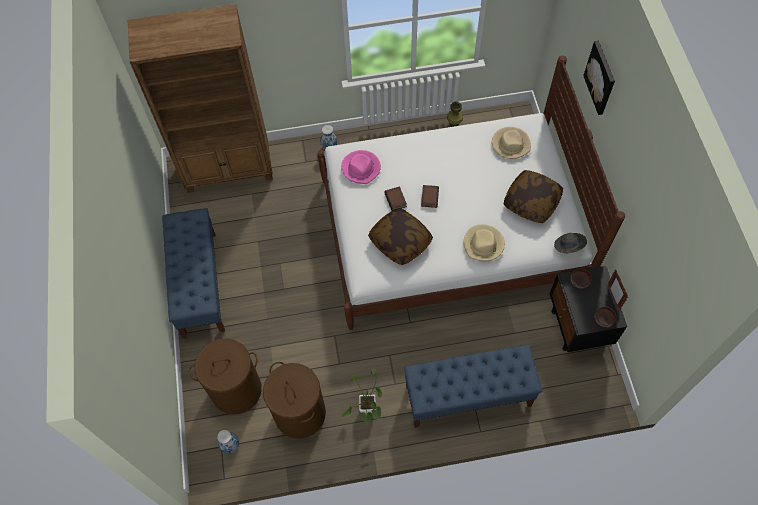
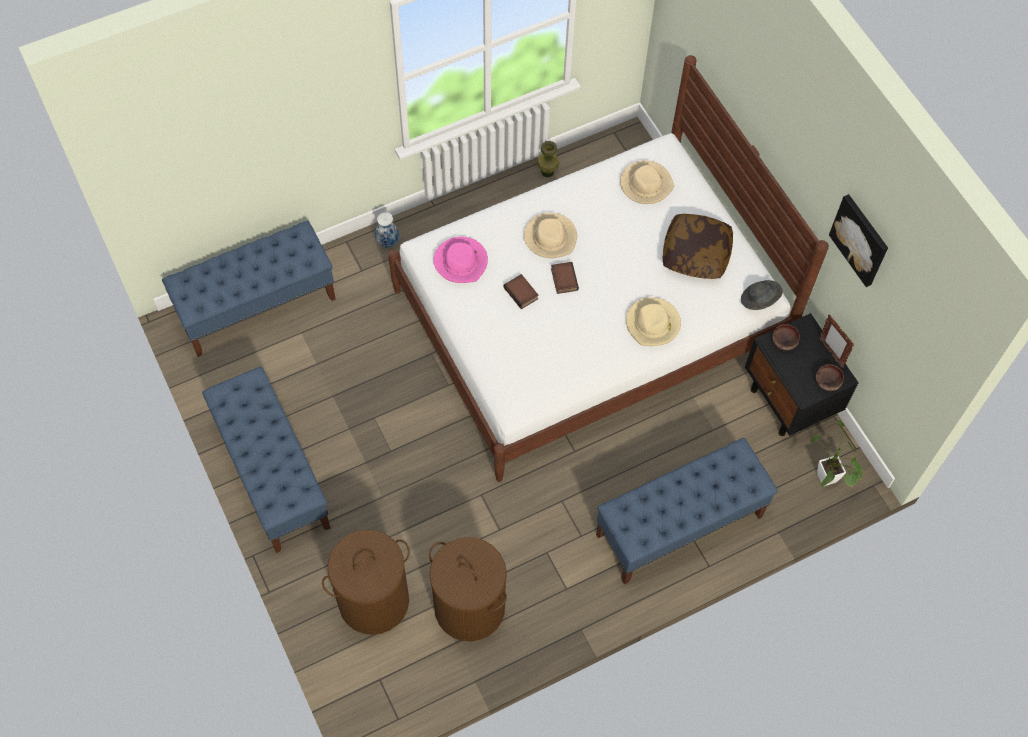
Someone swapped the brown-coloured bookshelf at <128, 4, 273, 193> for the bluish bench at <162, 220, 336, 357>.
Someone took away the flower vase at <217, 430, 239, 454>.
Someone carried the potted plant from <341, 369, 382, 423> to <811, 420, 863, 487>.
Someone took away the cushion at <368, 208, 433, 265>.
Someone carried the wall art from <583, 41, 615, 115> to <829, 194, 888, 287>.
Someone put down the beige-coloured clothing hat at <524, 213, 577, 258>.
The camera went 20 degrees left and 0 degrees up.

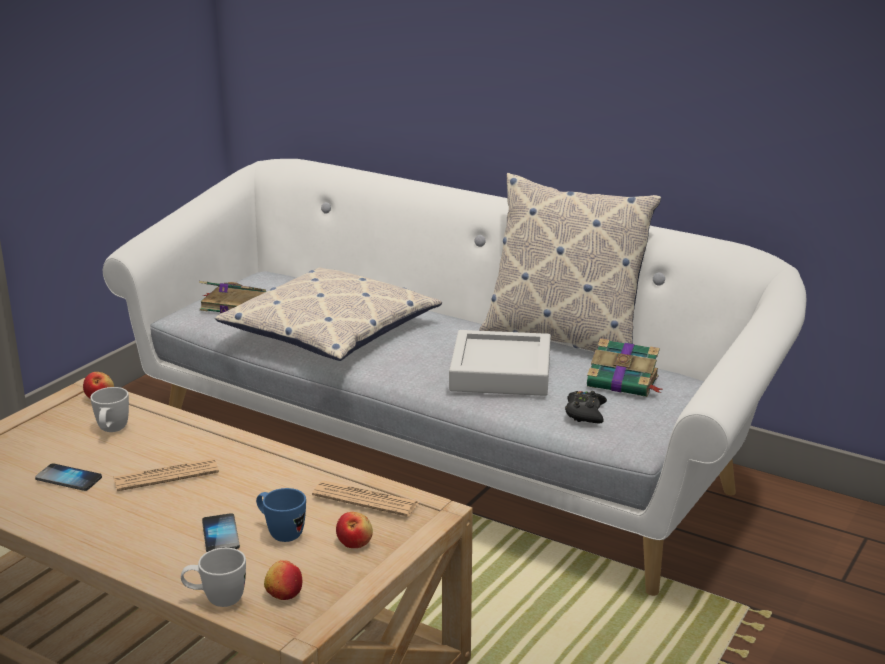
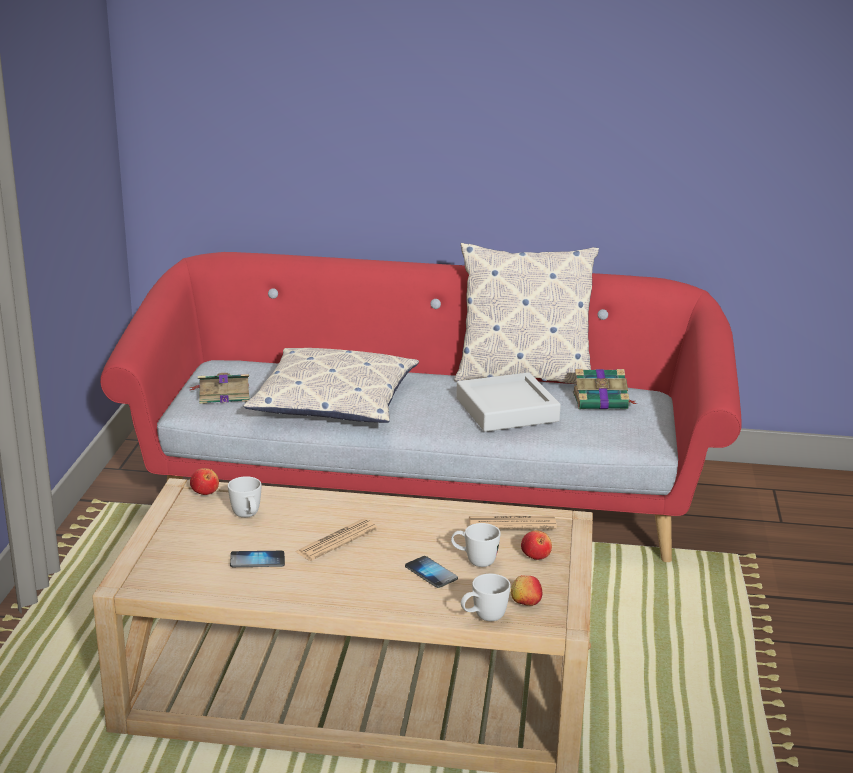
Someone repainted the whitish settee at <103, 159, 806, 596>, which became the red settee at <100, 252, 742, 562>.
Someone repainted the bluish coffee mug at <256, 488, 306, 542>, which became the whitish coffee mug at <451, 523, 501, 567>.
Someone took away the black-coloured joypad at <565, 391, 607, 424>.
The camera went 25 degrees left and 0 degrees up.

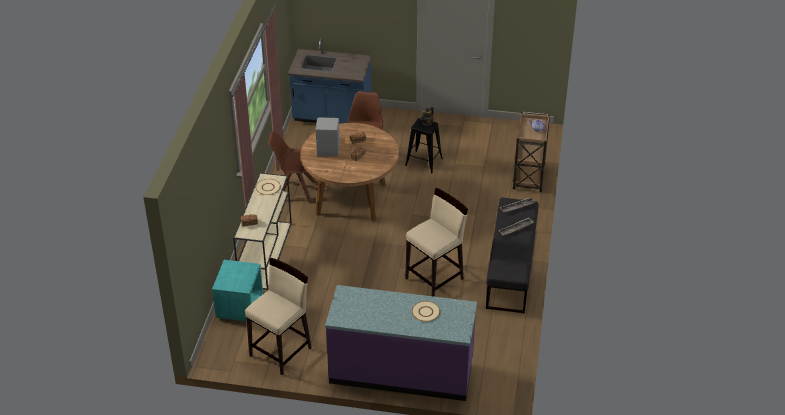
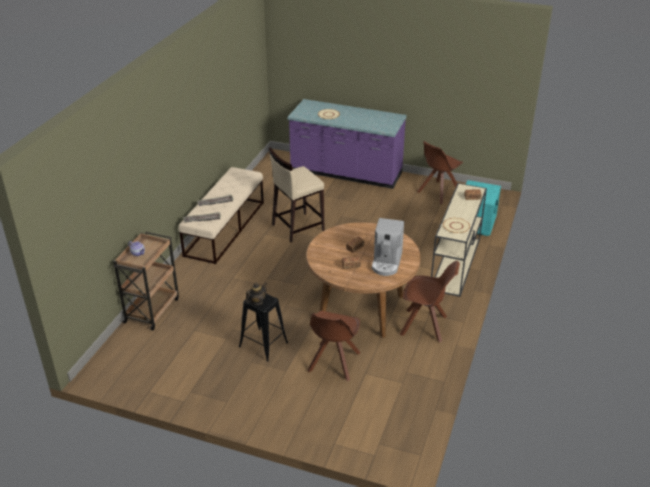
Someone swapped the beige-coloured sitting stool at <245, 258, 312, 375> for the brown-coloured plain chair at <417, 141, 463, 204>.
Someone took away the bluish kitchen base unit at <288, 38, 372, 124>.
Someone repainted the black-coloured bench at <486, 198, 539, 314>, which became the beige-coloured bench at <178, 167, 264, 264>.
The camera went 170 degrees left and 5 degrees down.

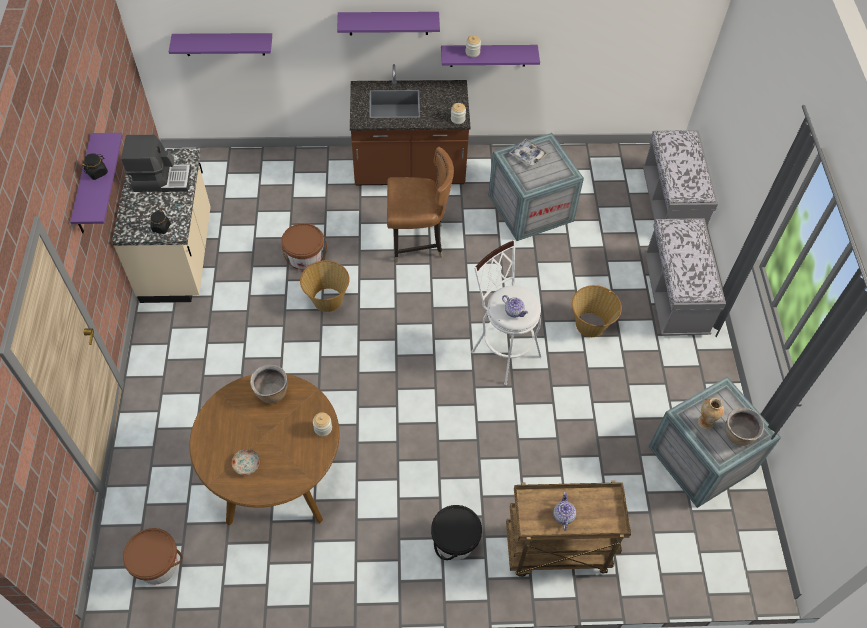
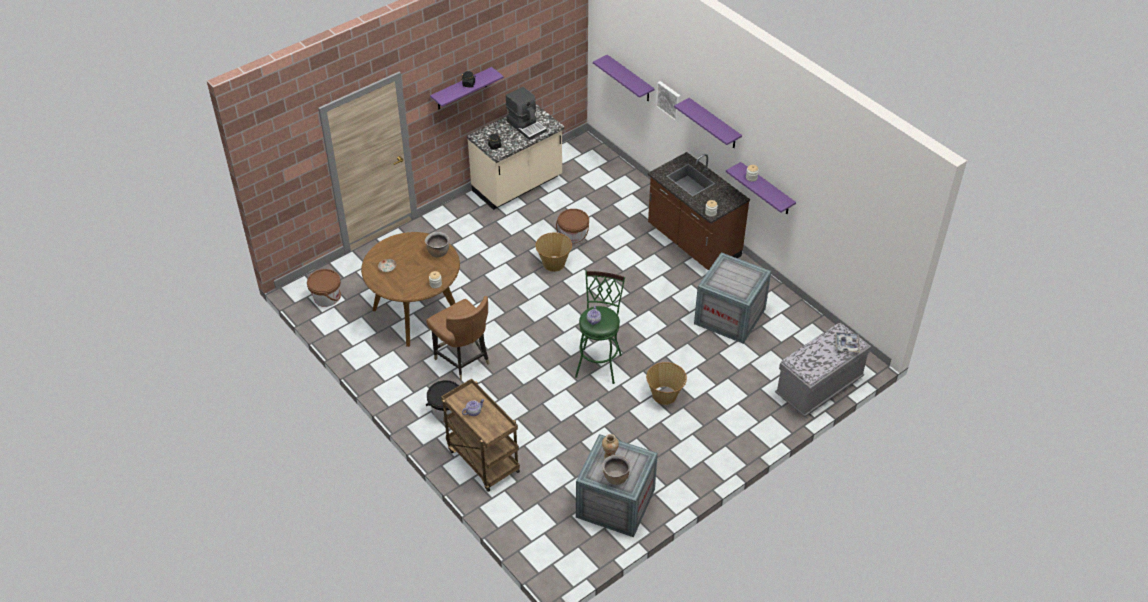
Someone carried the brown-coloured plain chair from <387, 147, 454, 262> to <426, 296, 490, 380>.
Someone repainted the whitish sitting stool at <471, 240, 542, 385>, which became the greenish sitting stool at <575, 271, 625, 384>.
Someone carried the carrying tray from <509, 139, 548, 168> to <835, 332, 860, 352>.
Someone took away the grey bench at <644, 218, 726, 335>.
Someone put up the wall art at <656, 81, 681, 121>.
The camera went 55 degrees right and 10 degrees down.

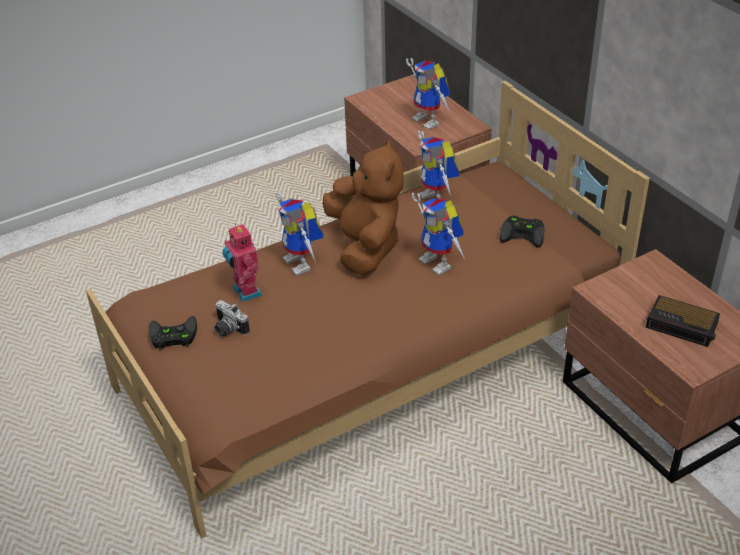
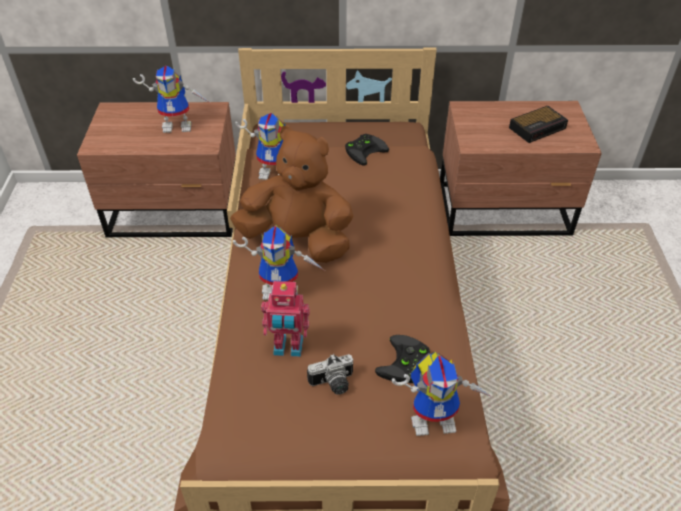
Someone carried the black-coloured joypad from <148, 316, 197, 350> to <375, 335, 430, 383>.
Someone carried the model robot from <412, 193, 465, 275> to <392, 352, 492, 436>.
The camera went 60 degrees left and 5 degrees up.

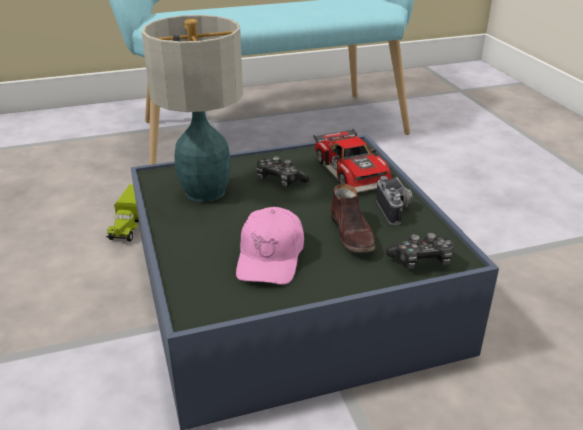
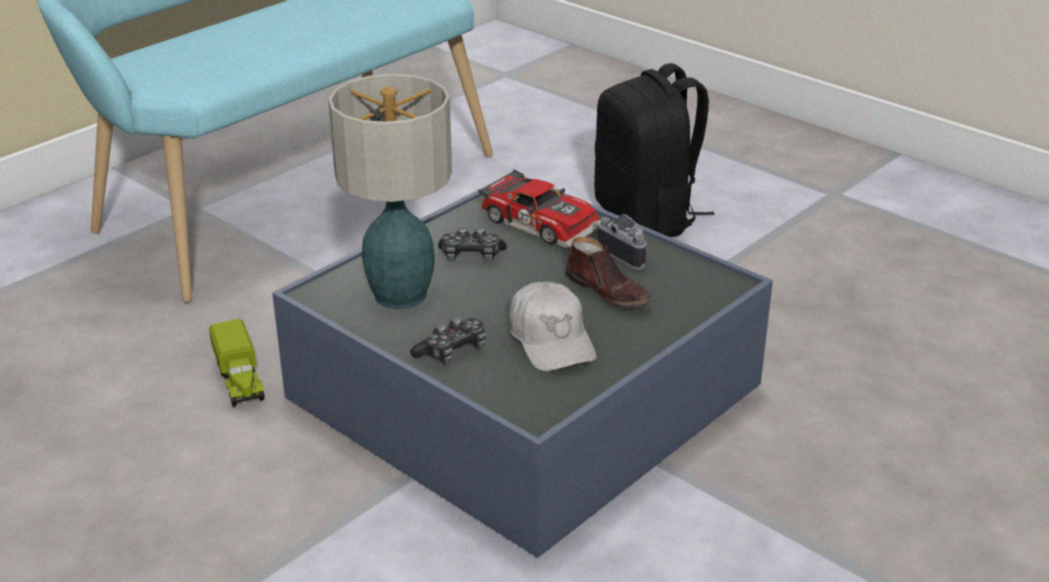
Someone repainted the pink baseball cap at <236, 207, 304, 285>, which became the whitish baseball cap at <509, 282, 596, 371>.
Someone carried the joypad from <386, 233, 454, 269> to <410, 317, 486, 364>.
Someone put down the black-coloured rucksack at <594, 63, 715, 237>.
The camera went 30 degrees left and 0 degrees up.

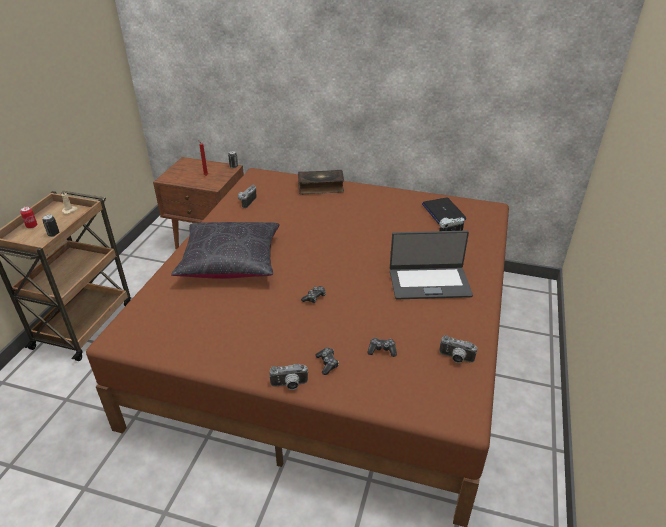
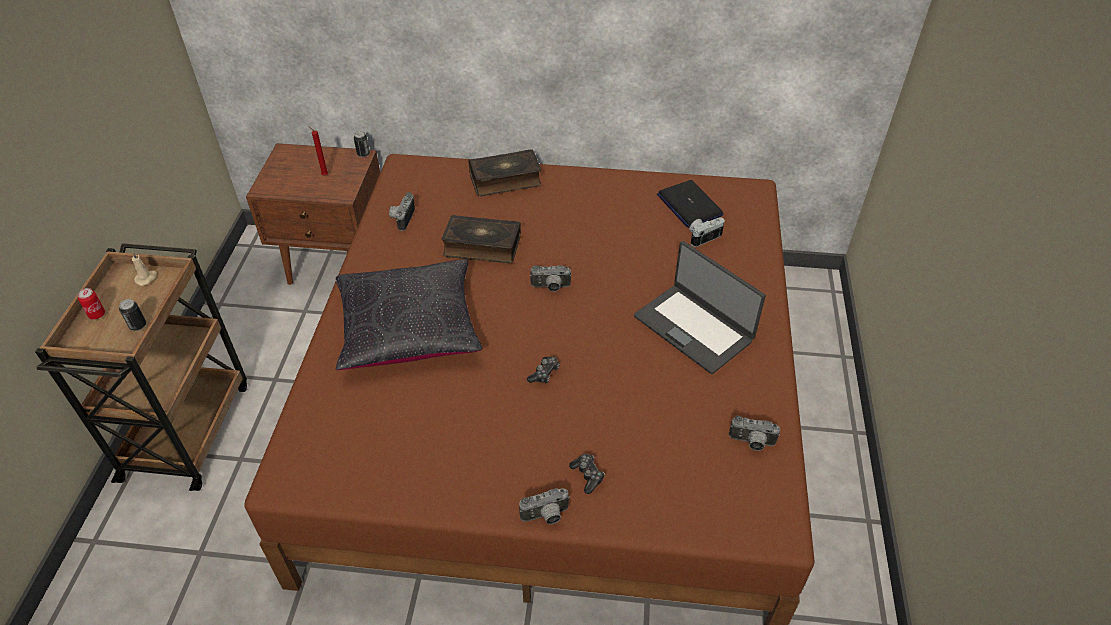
Someone took away the joypad at <367, 338, 397, 357>.
Someone rotated the notebook computer at <390, 231, 473, 299> by 60 degrees clockwise.
Someone put down the book at <441, 215, 521, 263>.
Someone put down the still camera at <530, 265, 572, 292>.
The camera went 10 degrees left and 10 degrees up.

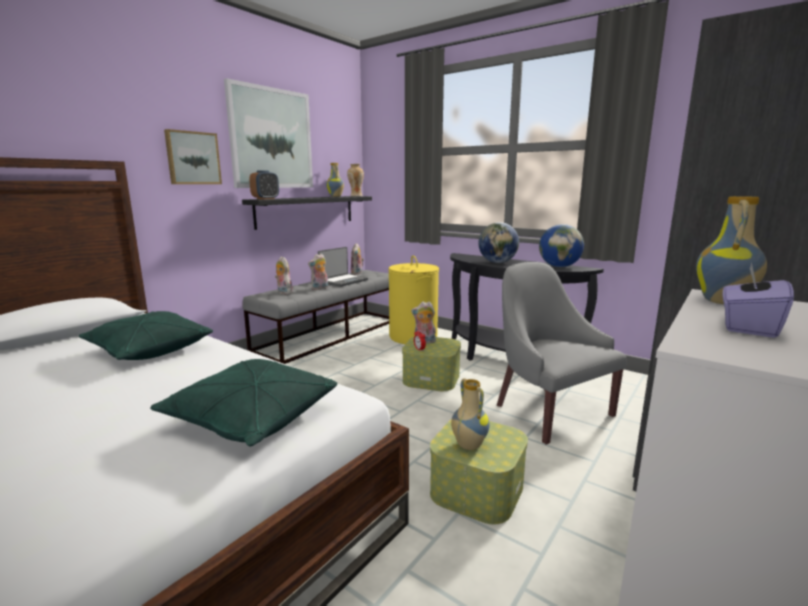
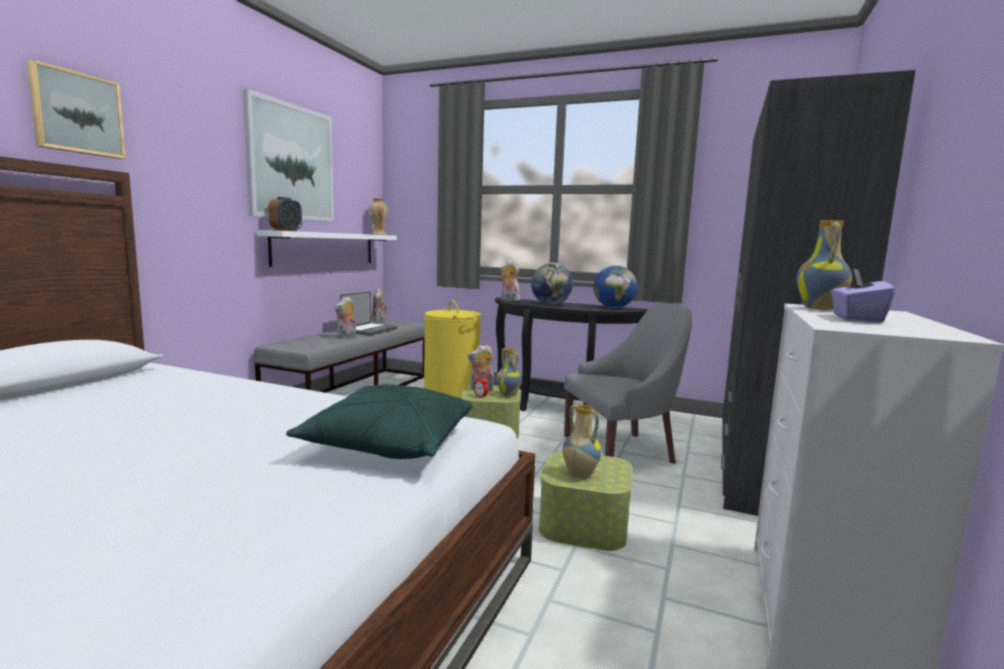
Someone took away the greenish cushion at <79, 311, 213, 360>.
Someone carried the wall art from <164, 129, 222, 184> to <27, 59, 126, 159>.
Someone repainted the black-coloured bracket shelf at <242, 196, 372, 230>, which became the whitish bracket shelf at <257, 230, 397, 267>.
Someone carried the plush toy from <275, 257, 293, 294> to <500, 260, 520, 301>.
Someone carried the flower vase from <326, 163, 344, 197> to <496, 348, 522, 396>.
Someone rotated the grey lounge chair at <497, 262, 627, 445> by 120 degrees clockwise.
The camera went 15 degrees left and 5 degrees down.

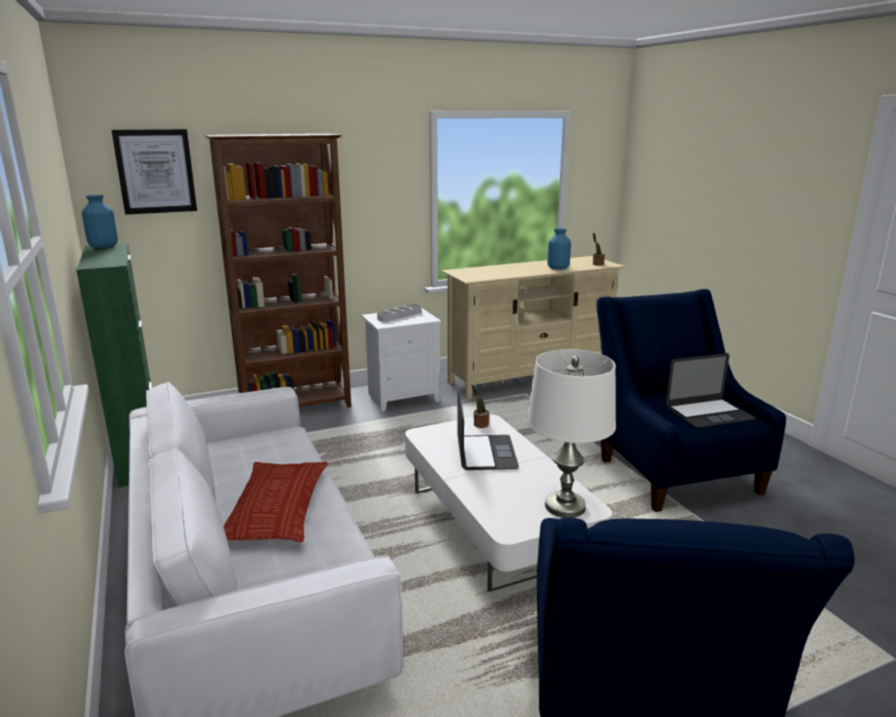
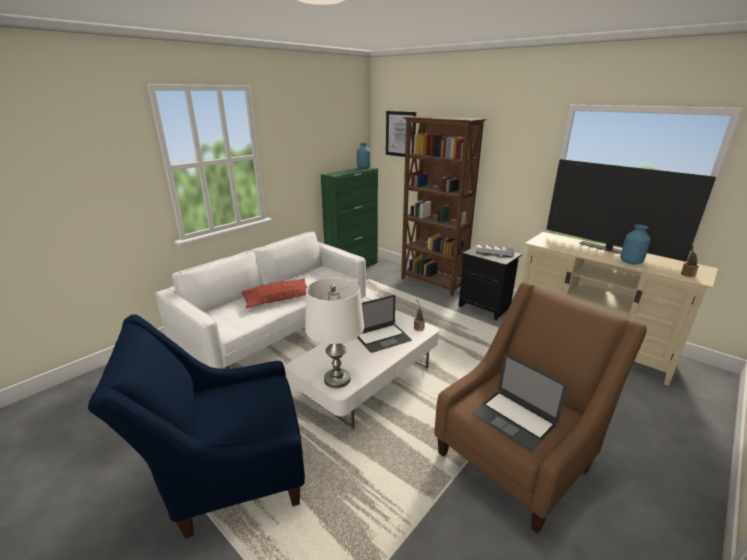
Someone repainted the whitish night table at <362, 308, 441, 412>, which became the black-coloured night table at <458, 244, 522, 320>.
Someone repainted the bluish lounge chair at <596, 289, 786, 512>, which became the brown-coloured lounge chair at <434, 282, 647, 533>.
Someone put down the TV set at <547, 159, 716, 262>.
The camera went 65 degrees right and 5 degrees up.

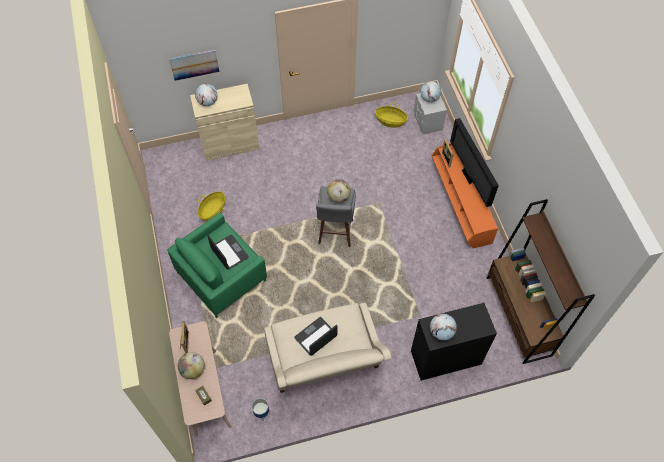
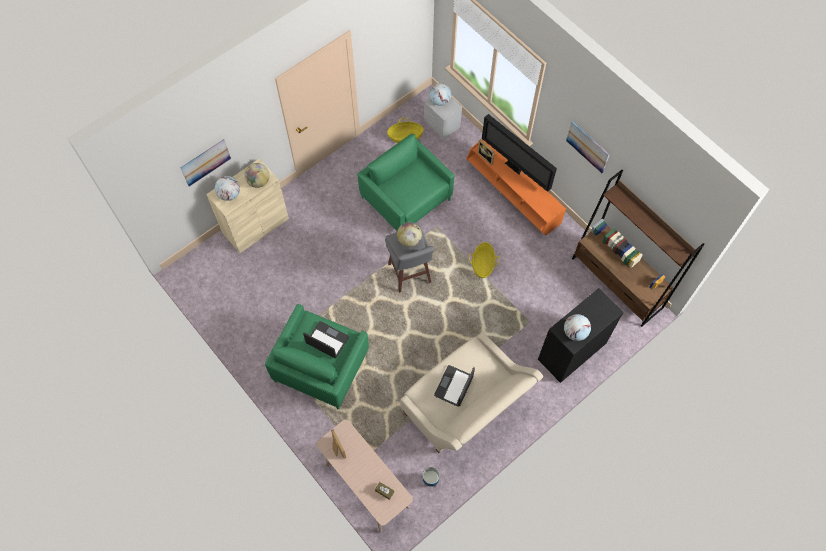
Someone carried the desk globe from <178, 352, 205, 379> to <244, 163, 270, 188>.
Someone carried the household basket from <198, 191, 225, 221> to <469, 242, 499, 278>.
Someone put down the greenish lounge chair at <357, 134, 454, 231>.
Someone put up the wall art at <566, 121, 610, 173>.
The camera went 25 degrees left and 5 degrees up.

